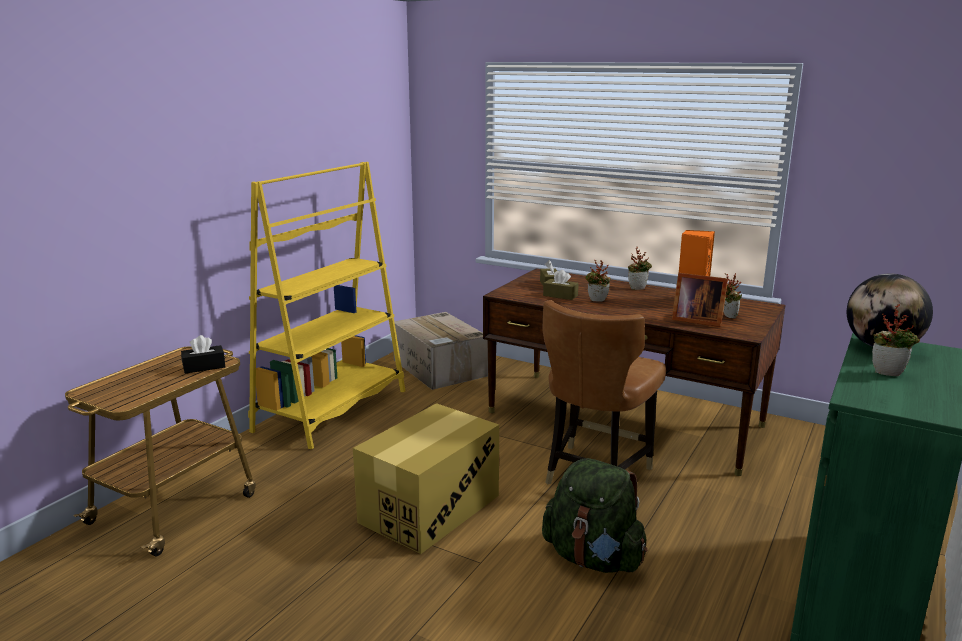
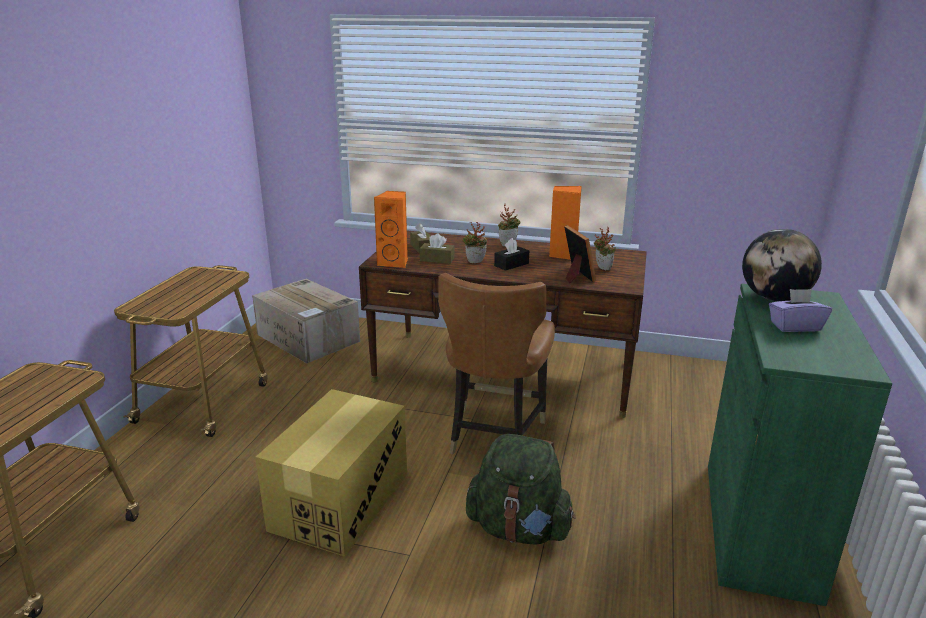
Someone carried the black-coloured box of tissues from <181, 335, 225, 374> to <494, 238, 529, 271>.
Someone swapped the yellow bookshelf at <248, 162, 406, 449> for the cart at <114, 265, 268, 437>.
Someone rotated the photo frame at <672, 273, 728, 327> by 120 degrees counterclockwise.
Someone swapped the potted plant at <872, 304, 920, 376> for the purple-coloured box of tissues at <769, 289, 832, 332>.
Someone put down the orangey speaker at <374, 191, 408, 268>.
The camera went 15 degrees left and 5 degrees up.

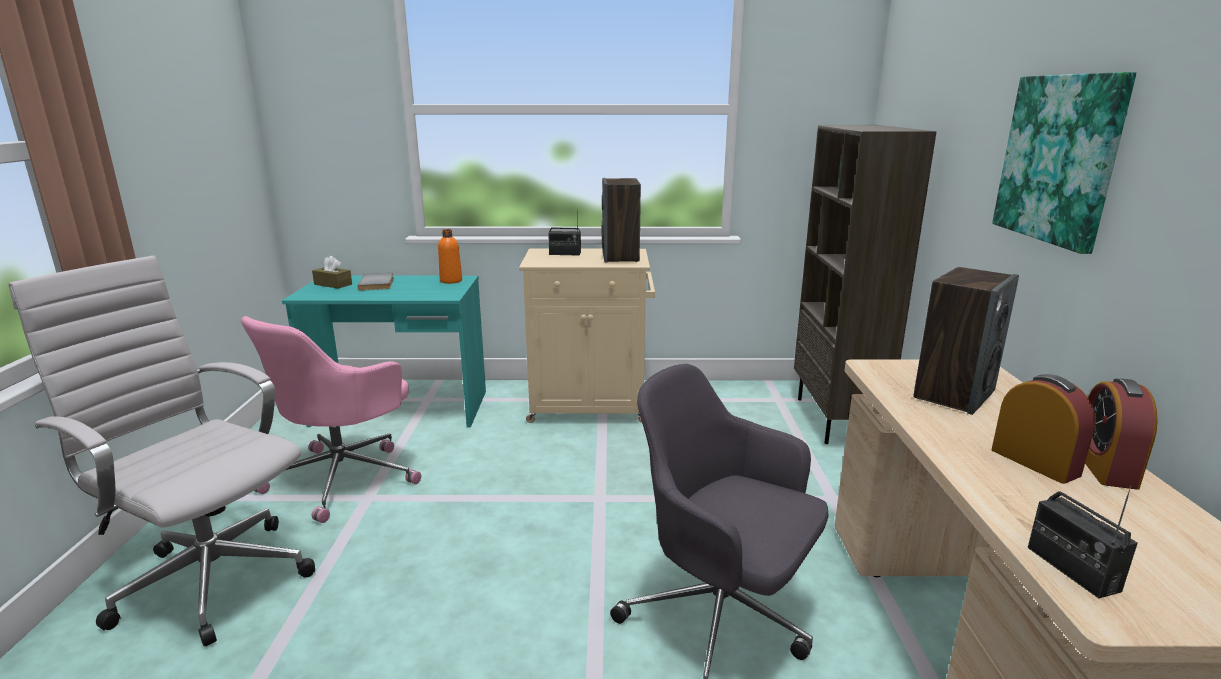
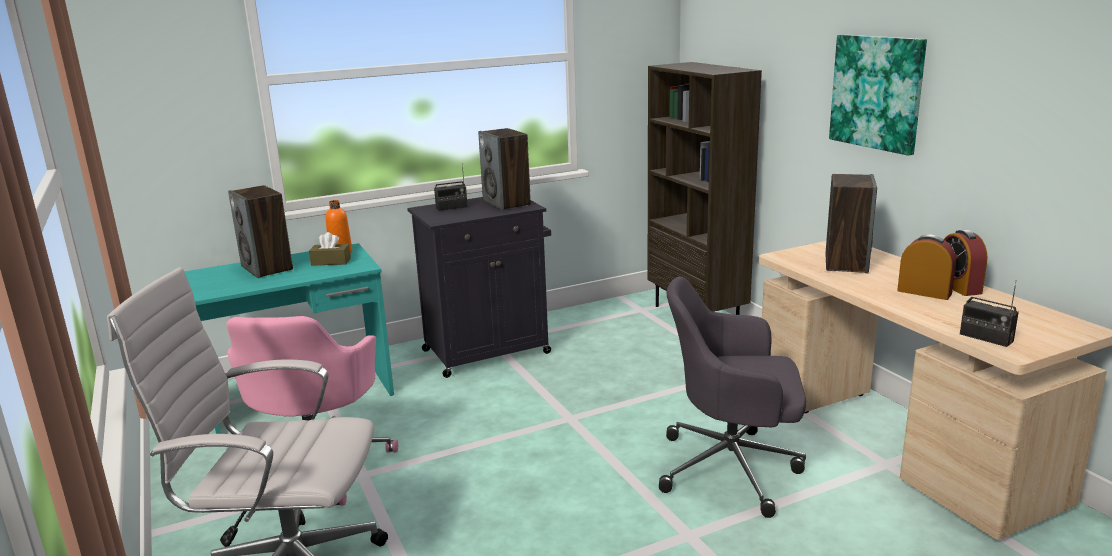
Someone carried the brown-coloured box of tissues from <312, 256, 352, 289> to <309, 232, 351, 266>.
Someone swapped the grey book at <358, 273, 394, 291> for the speaker at <228, 185, 293, 278>.
Someone repainted the beige-coloured cabinet at <519, 249, 655, 423>, which became the black-coloured cabinet at <407, 197, 551, 378>.
The camera went 25 degrees left and 0 degrees up.

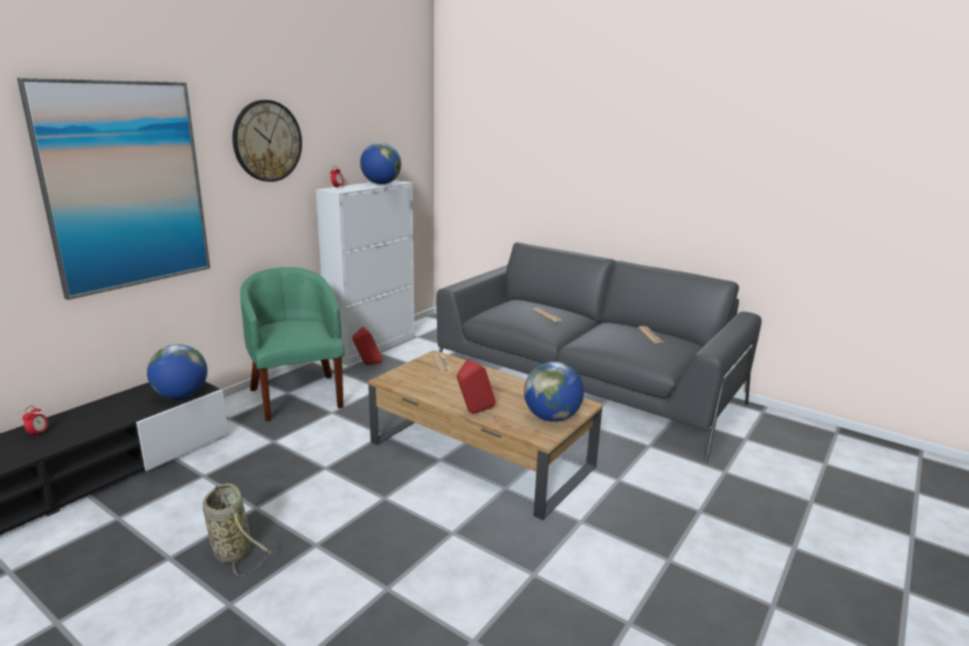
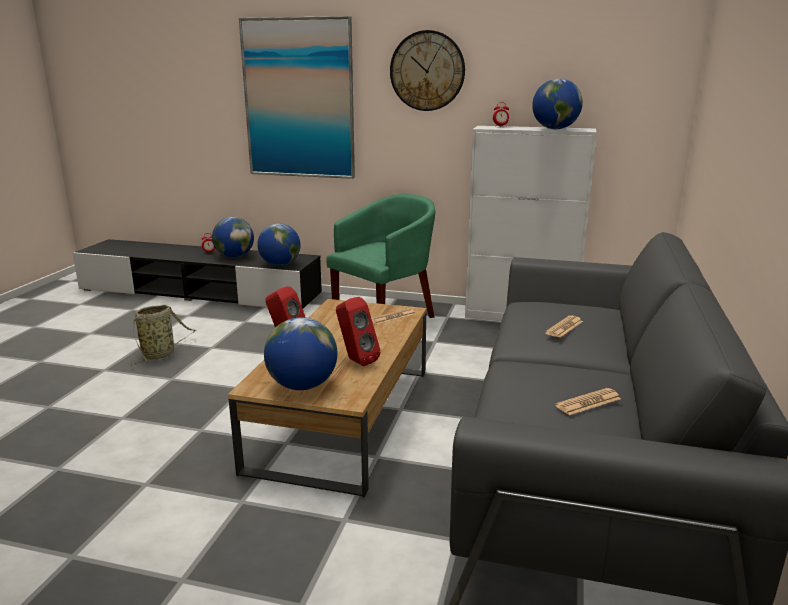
Someone carried the red speaker from <353, 326, 383, 365> to <336, 297, 380, 366>.
Someone put down the desk globe at <212, 217, 254, 258>.
The camera went 70 degrees right and 0 degrees up.

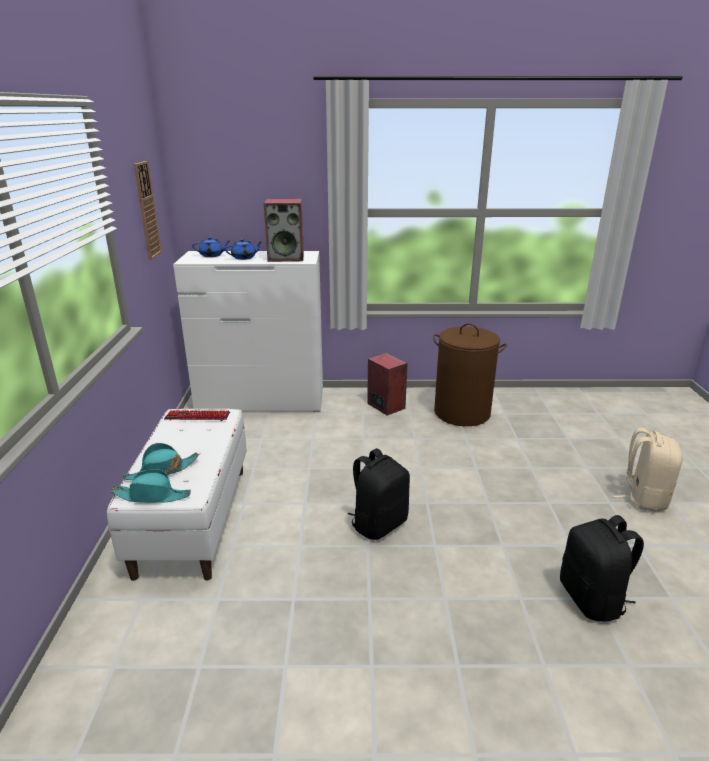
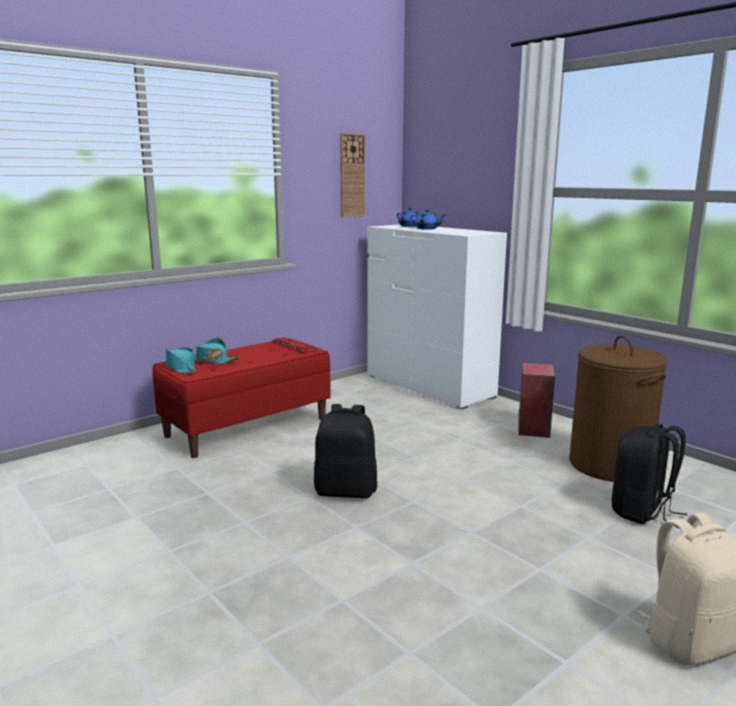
Someone repainted the whitish bench at <107, 409, 247, 581>, which became the red bench at <152, 338, 331, 458>.
Someone took away the speaker at <264, 199, 304, 262>.
Someone carried the black-coloured rucksack from <560, 515, 644, 622> to <612, 424, 687, 528>.
The camera went 50 degrees right and 10 degrees down.

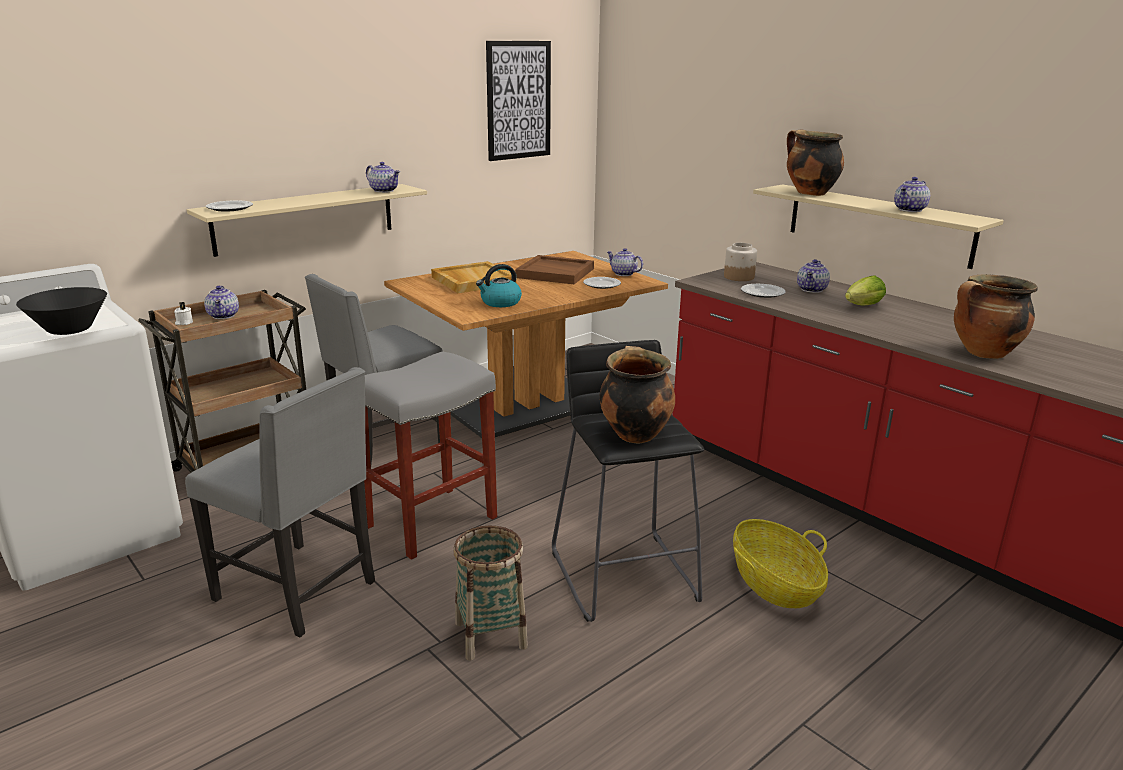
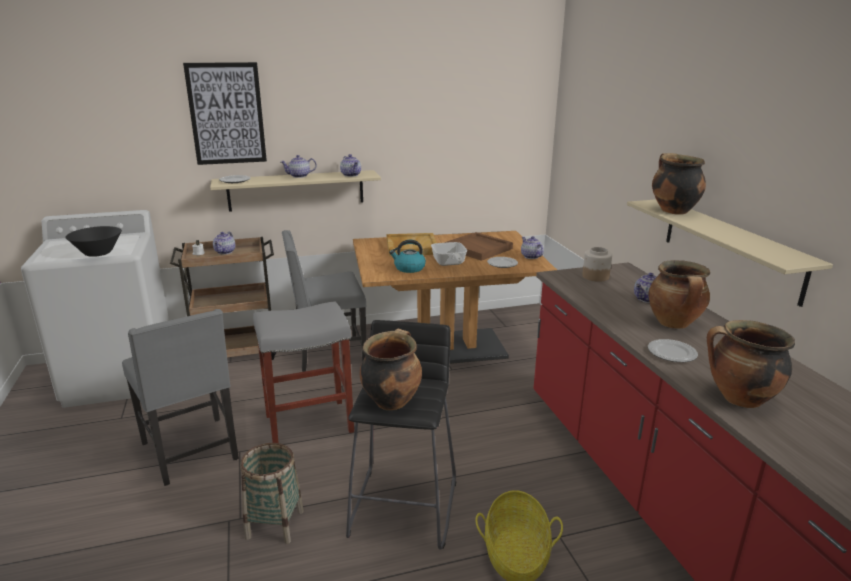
Someone carried the wall art from <486, 41, 551, 161> to <183, 62, 267, 165>.
Someone carried the flat dish from <741, 284, 786, 298> to <648, 339, 698, 362>.
Someone swapped the lettuce at <845, 276, 886, 306> for the cooking pot at <649, 260, 710, 329>.
Someone carried the tea pot from <894, 177, 930, 212> to <281, 155, 317, 178>.
Someone put down the pan at <431, 242, 467, 266>.
The camera went 25 degrees right and 0 degrees up.

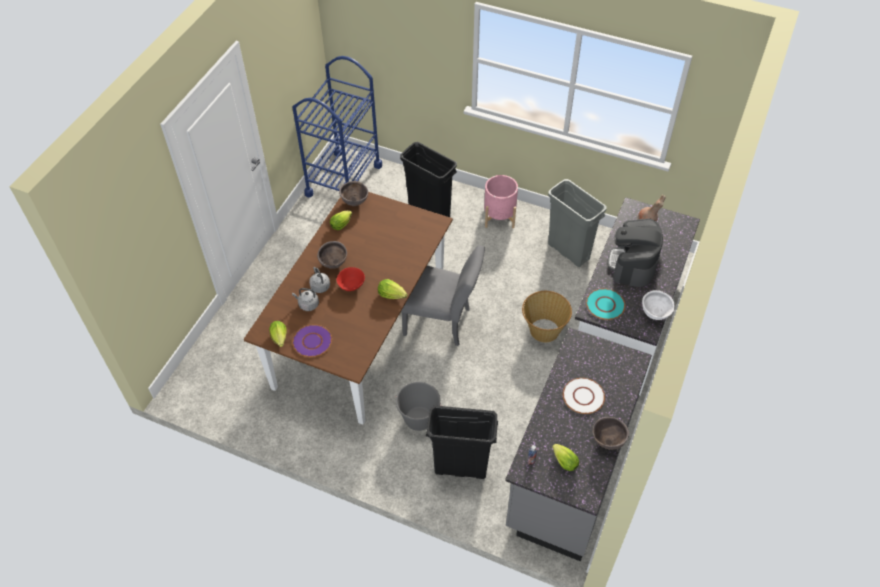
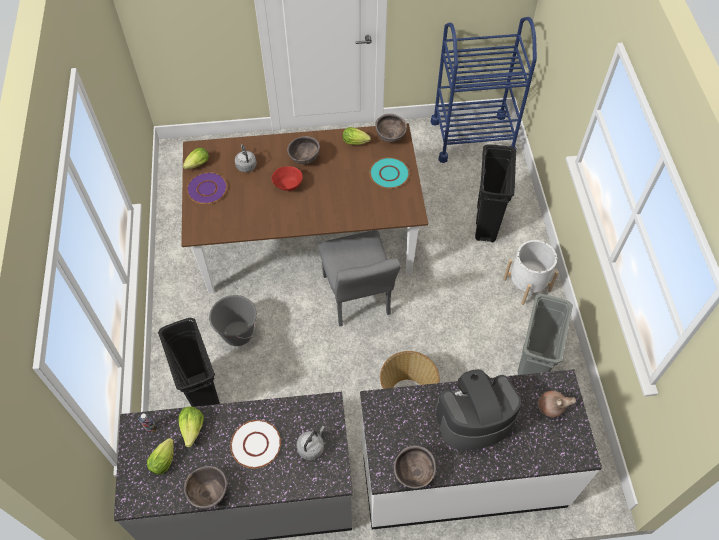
Someone carried the grey kettle from <309, 267, 330, 293> to <296, 426, 325, 460>.
Someone carried the lettuce from <378, 279, 407, 299> to <179, 406, 204, 447>.
Someone repainted the pink planter at <484, 175, 518, 228>, which became the whitish planter at <503, 240, 559, 305>.
Someone carried the blue-green flat dish from <586, 288, 625, 320> to <370, 158, 409, 188>.
Someone repainted the whitish deep dish at <642, 290, 675, 320>, which became the brown-coloured deep dish at <394, 445, 436, 489>.
The camera went 60 degrees right and 5 degrees up.

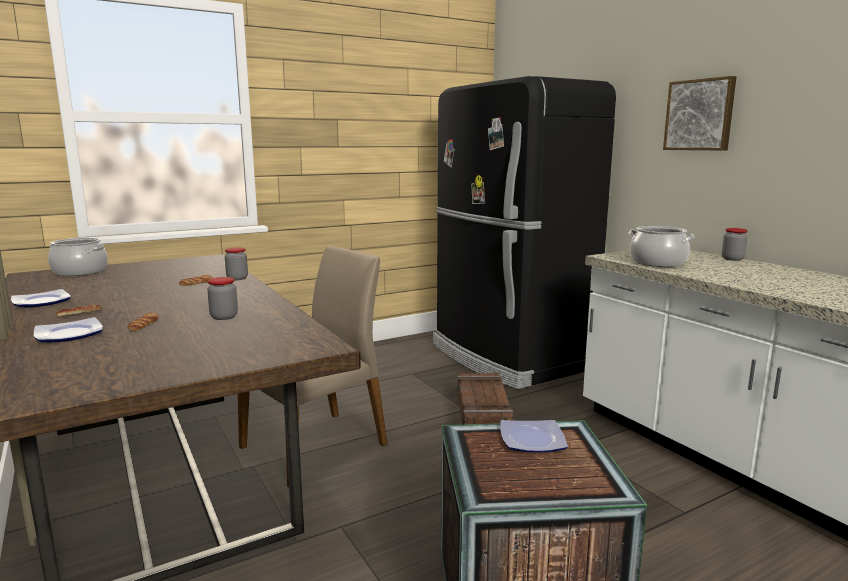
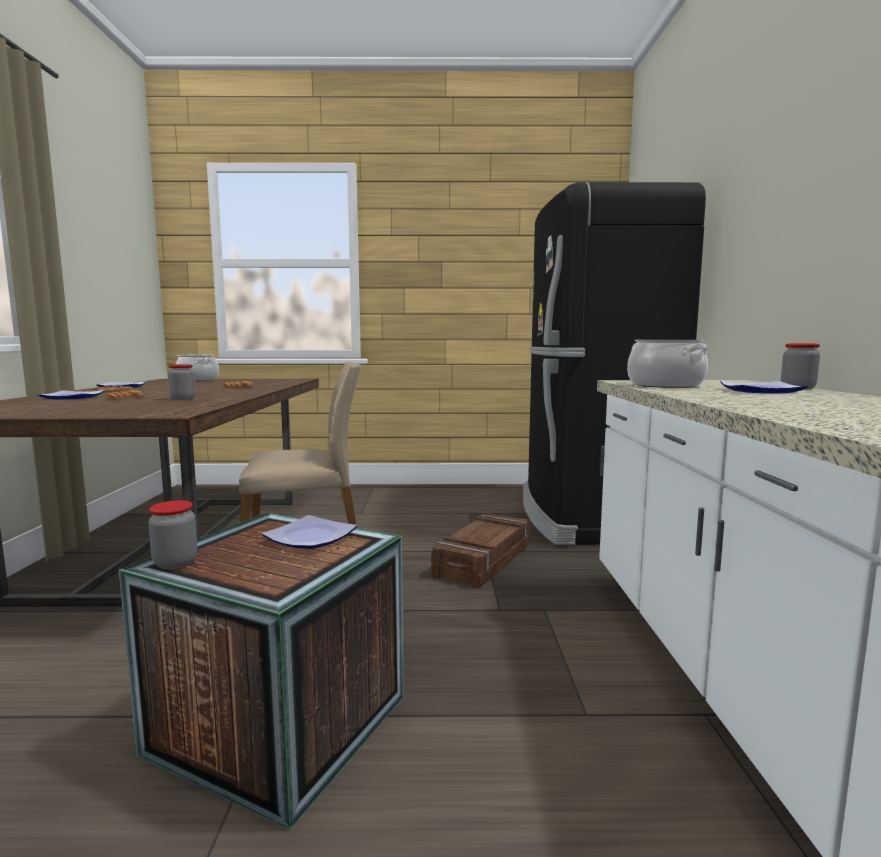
Someone carried the storage jar from <225, 247, 248, 280> to <148, 500, 198, 569>.
Someone took away the wall art at <663, 76, 736, 150>.
Someone put down the flat dish at <720, 381, 808, 393>.
The camera went 30 degrees right and 5 degrees down.

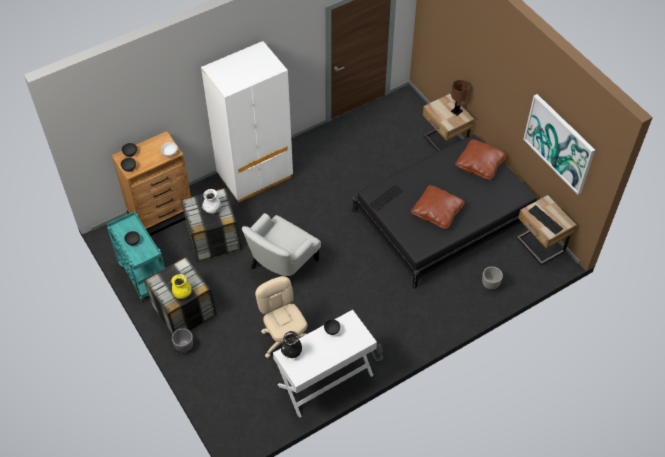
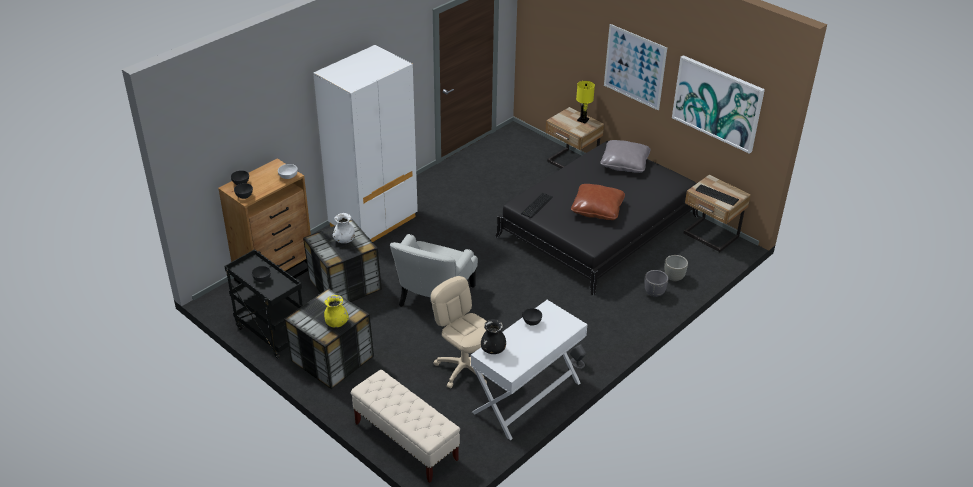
Someone repainted the blue-green cart at <107, 211, 165, 301>, which became the black-coloured cart at <225, 249, 303, 359>.
Someone carried the grey planter from <172, 328, 193, 352> to <645, 270, 668, 297>.
Someone repainted the brown-coloured table lamp at <451, 80, 469, 116>, which became the yellow table lamp at <576, 81, 595, 123>.
Someone repainted the brown-coloured cushion at <455, 139, 506, 180>, which became the grey cushion at <600, 140, 650, 173>.
Someone put down the beige-coloured bench at <351, 370, 460, 483>.
Someone put up the wall art at <604, 24, 667, 111>.
The camera went 15 degrees left and 15 degrees down.

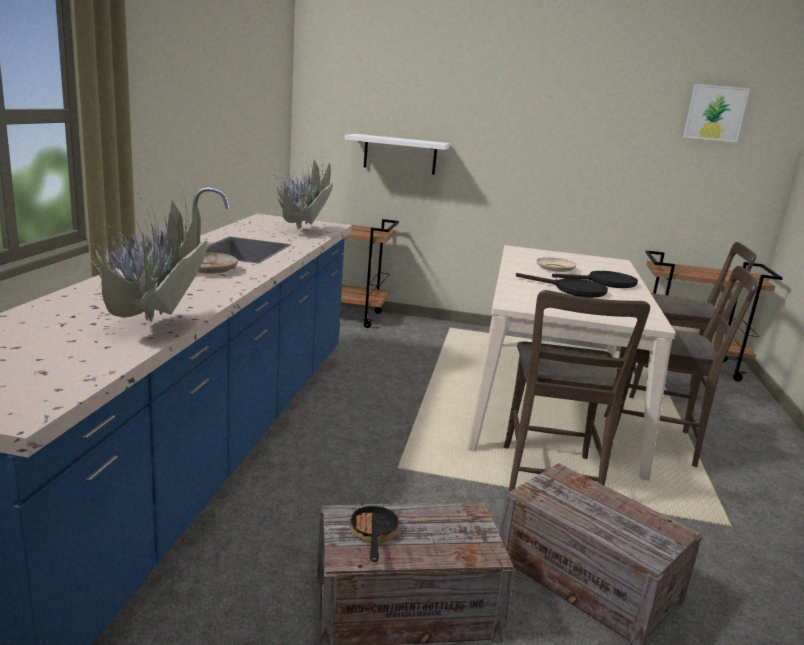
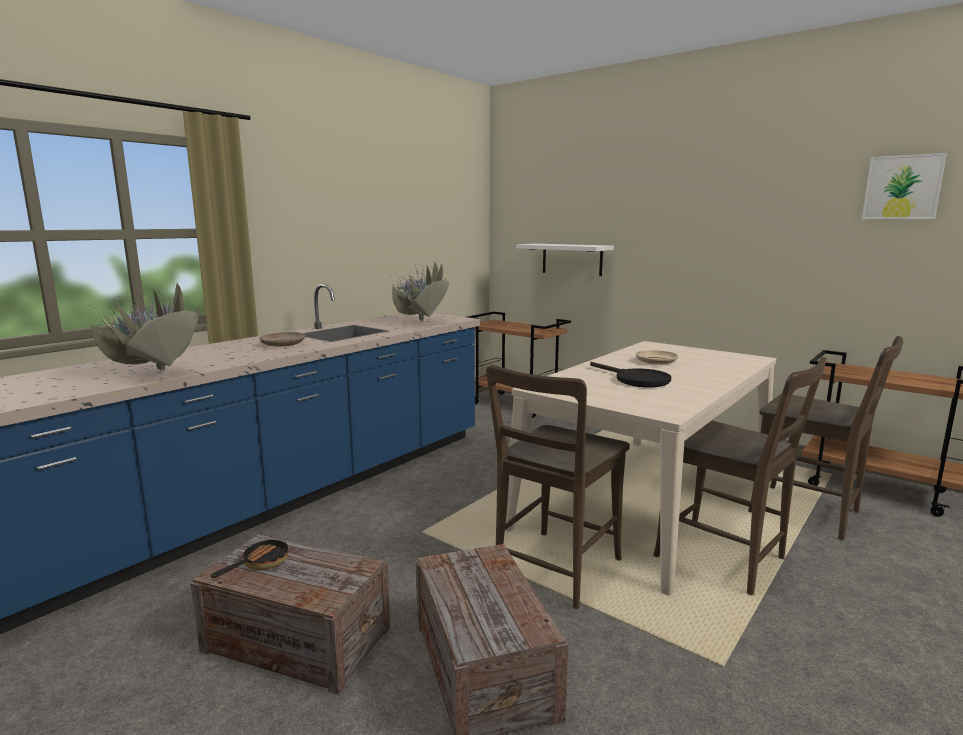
Someone took away the black-coloured pan at <552, 271, 638, 288>.
The camera went 30 degrees right and 5 degrees down.

